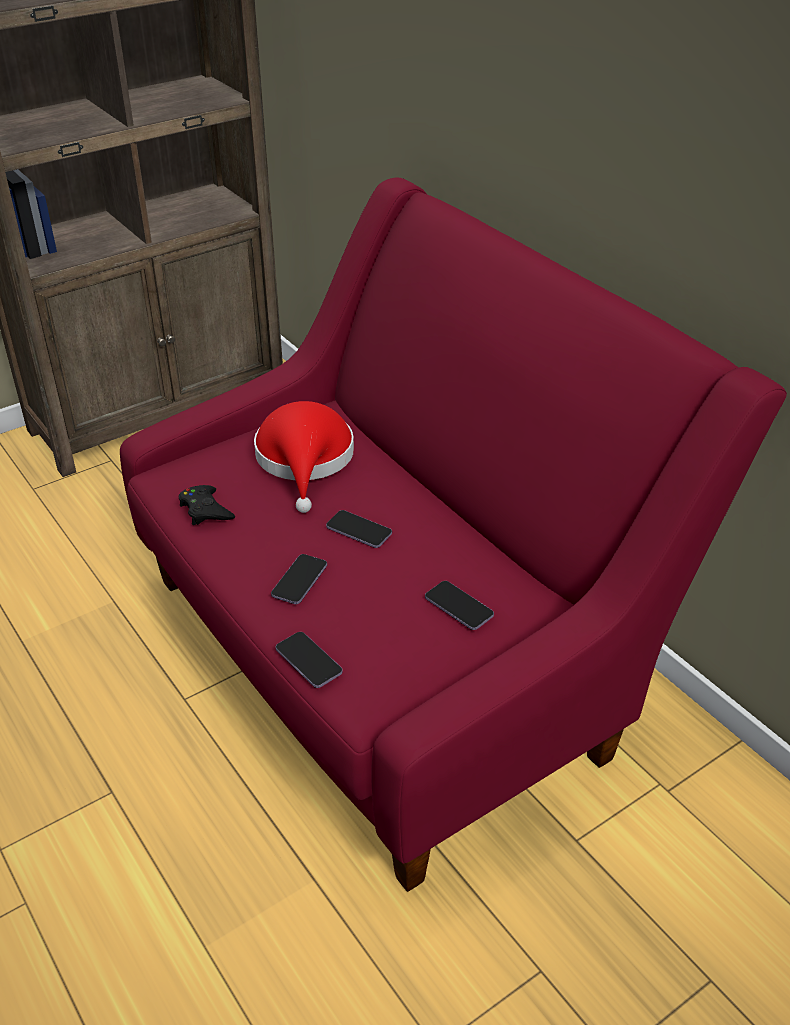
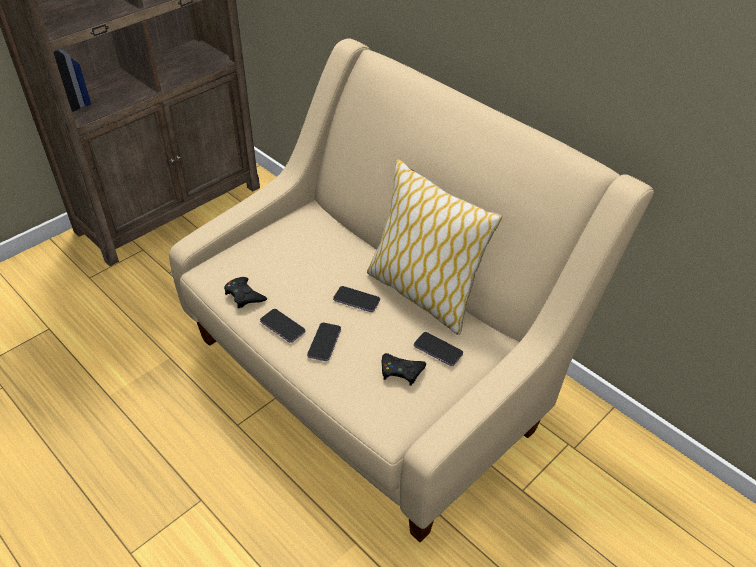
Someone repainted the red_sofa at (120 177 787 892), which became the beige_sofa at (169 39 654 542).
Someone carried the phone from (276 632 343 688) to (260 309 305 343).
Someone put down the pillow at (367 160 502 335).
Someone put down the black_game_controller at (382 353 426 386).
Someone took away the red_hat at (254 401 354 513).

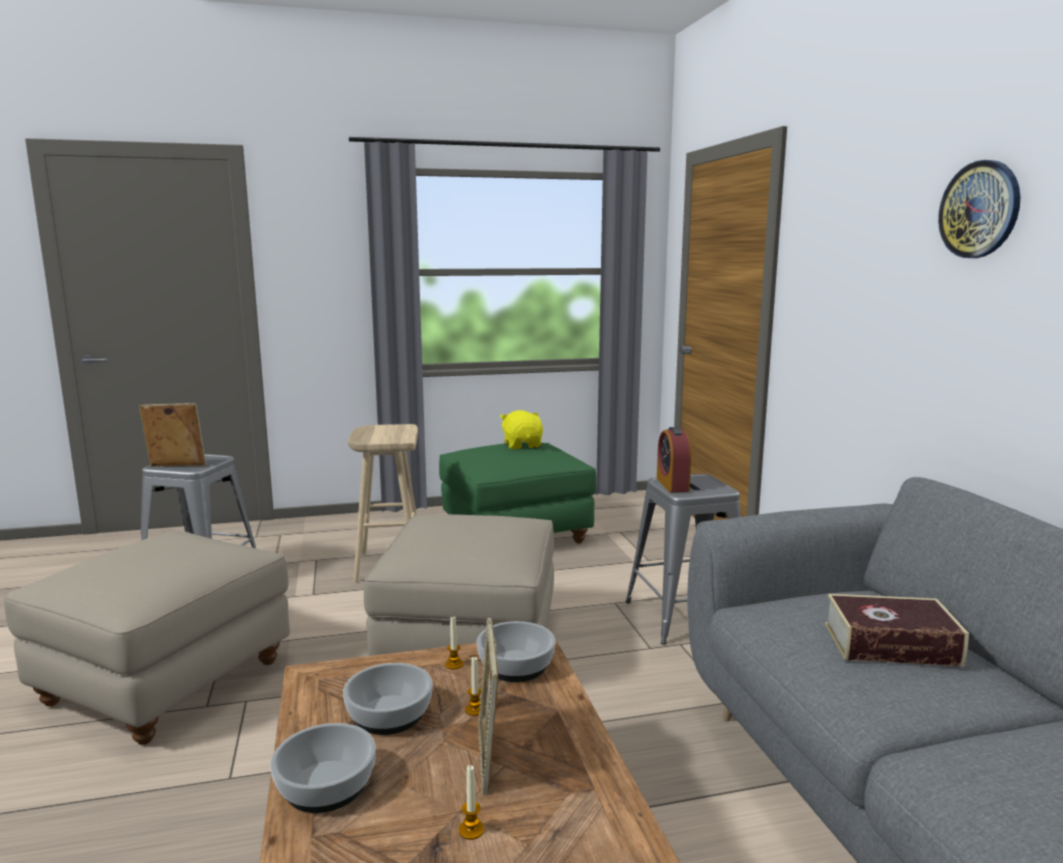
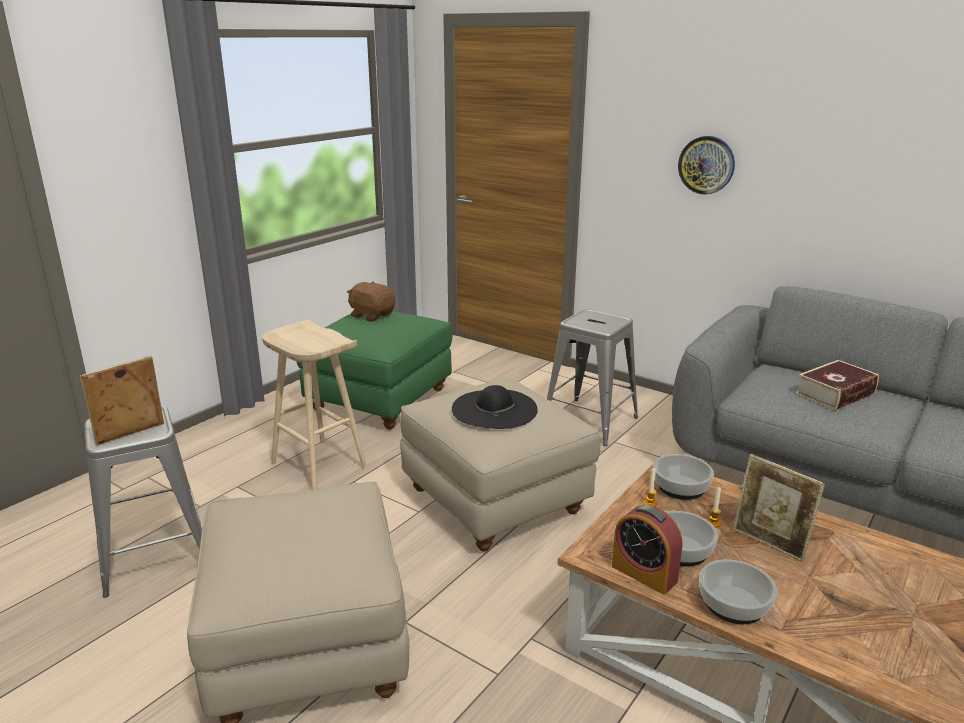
Someone repainted the yellow_plush_toy at (500 410 543 449), which became the brown_plush_toy at (347 281 395 322).
Someone put down the black_hat at (452 385 538 429).
Someone carried the alarm_clock from (657 427 691 492) to (612 505 682 594).
Someone carried the wall_clock from (938 160 1020 258) to (678 136 735 195).
Someone took away the candle at (459 765 484 840).

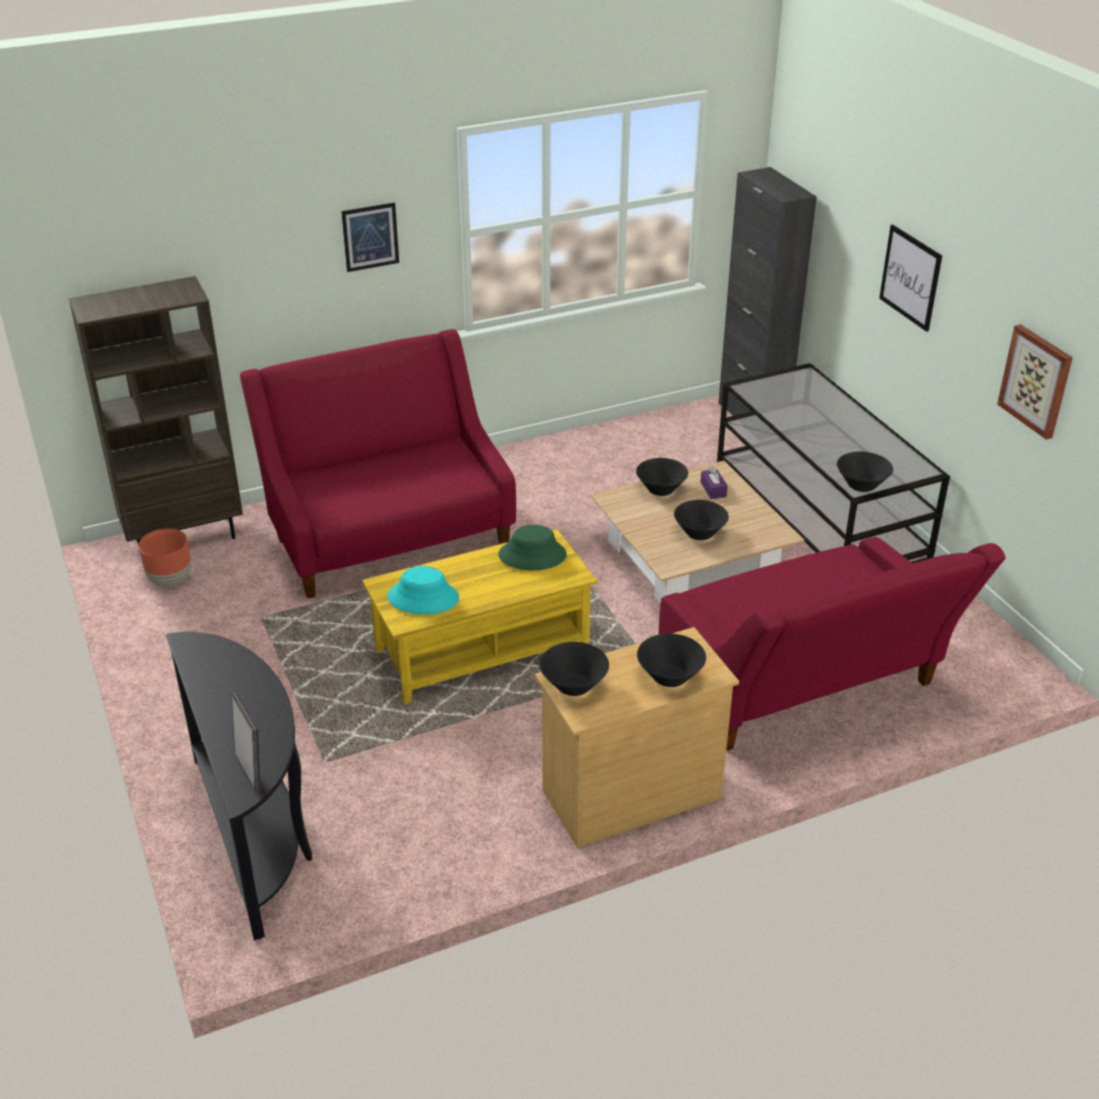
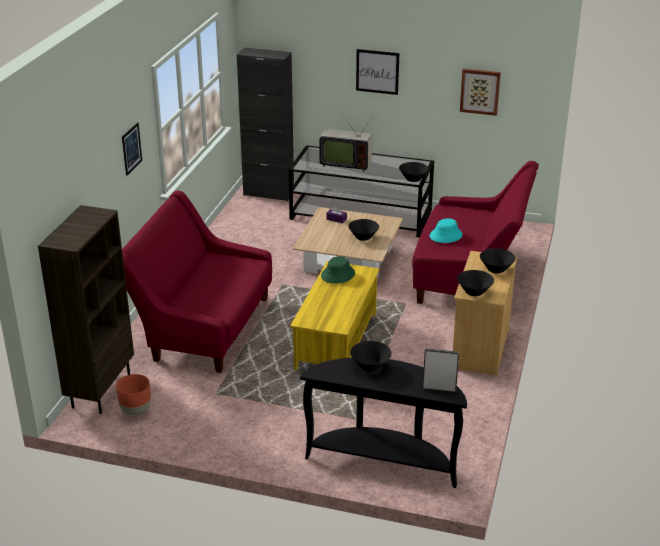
Someone put down the television at (319 115 373 172).
Someone carried the black_bowl from (636 458 688 496) to (350 341 392 372).
Someone carried the turquoise_hat from (388 566 459 614) to (430 218 463 243).

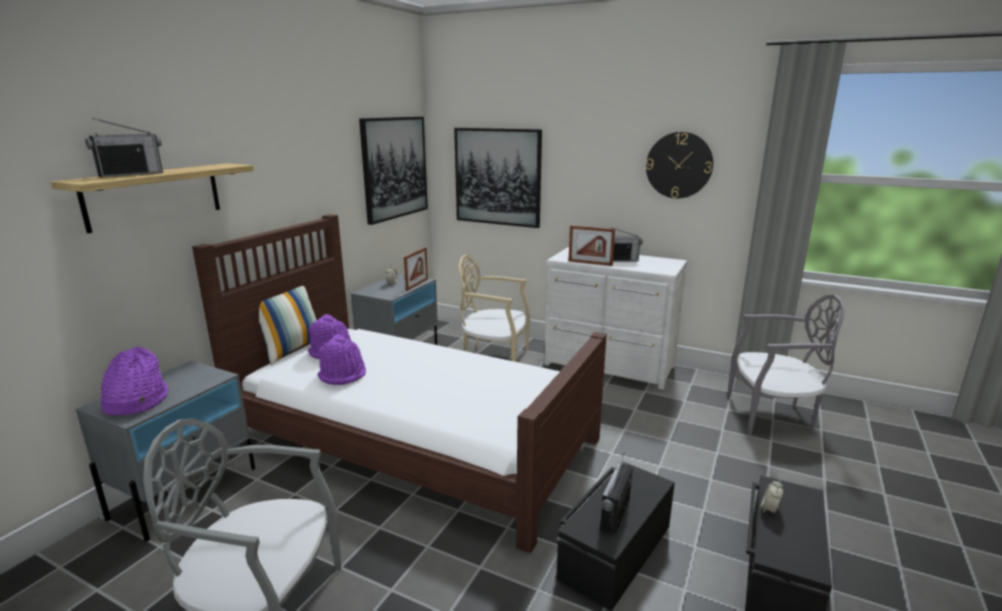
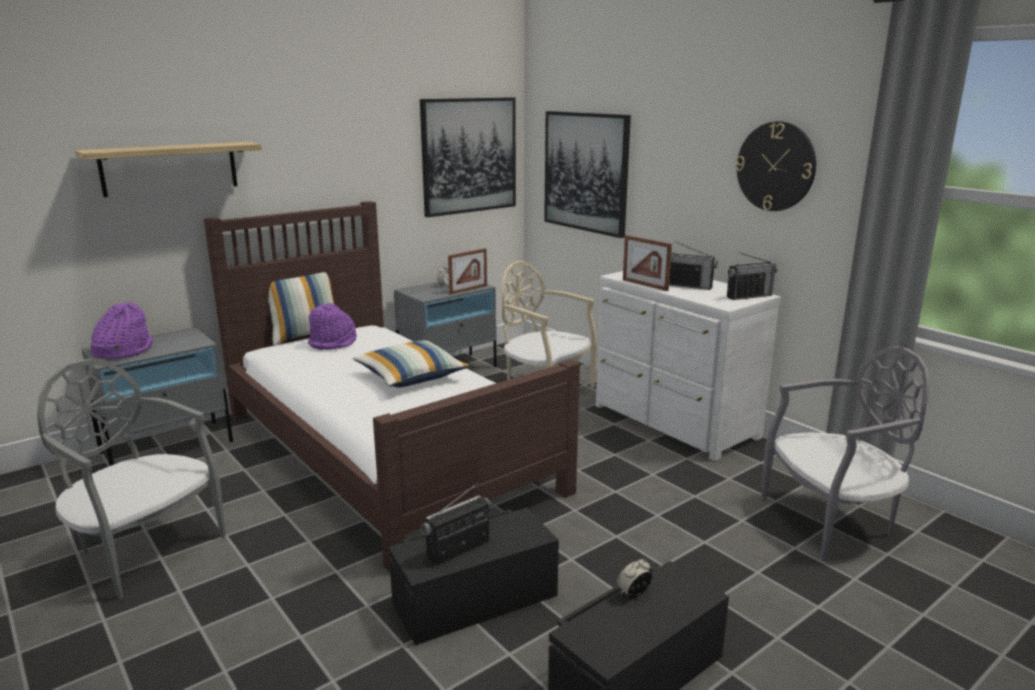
Someone put down the pillow at (352 340 470 387).
Someone carried the radio from (85 118 163 178) to (727 252 778 300).
Someone rotated the grey_chair at (727 294 845 435) by 45 degrees counterclockwise.
Someone took away the purple_hat at (318 334 366 385).

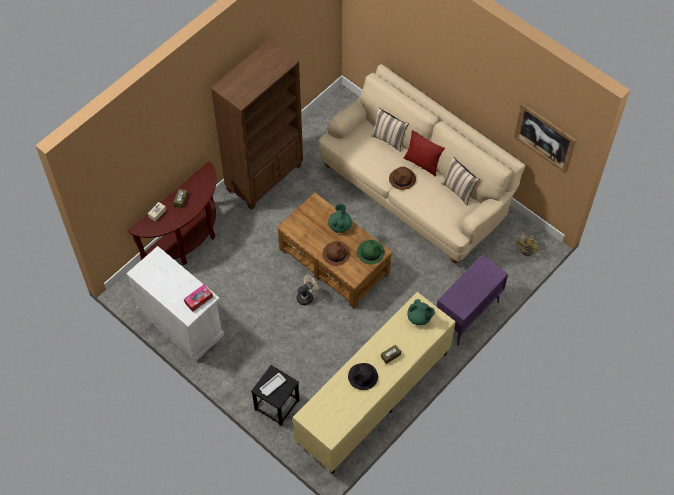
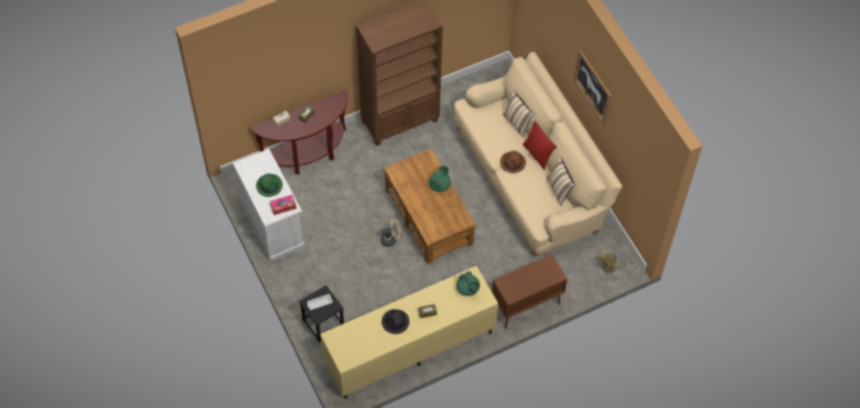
Someone carried the green_hat from (357 240 385 265) to (256 174 283 197).
Someone repainted the purple_cabinet at (437 255 508 346), which became the brown_cabinet at (492 254 567 329).
Someone carried the picture from (514 103 576 174) to (574 49 612 126).
Someone took away the brown_hat at (322 241 350 266).

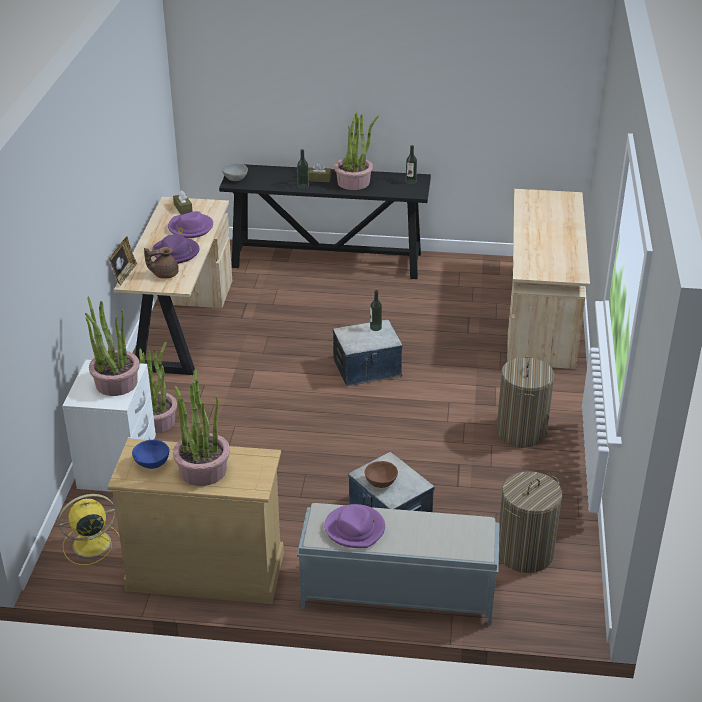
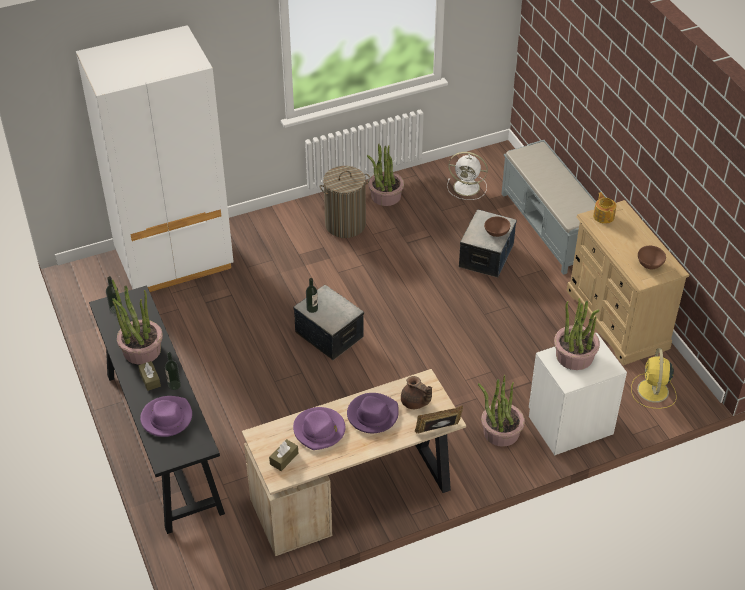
Someone swapped the beige_desk at (507 189 590 369) for the white_wardrobe at (76 25 234 292).
Someone carried the purple_hat from (324 504 385 548) to (140 396 192 437).
Someone carried the potted_plant from (173 369 230 486) to (367 144 404 206).
Someone swapped the laundry_basket at (499 471 562 573) for the white_fan at (447 152 488 200).
Someone put down the teapot at (593 192 616 224).
Someone rotated the yellow_fan at (58 494 120 565) by 60 degrees clockwise.
Someone repainted the blue_bowl at (132 440 170 469), which became the brown_bowl at (638 246 666 269).
Someone took away the grey_bowl at (222 163 248 181).

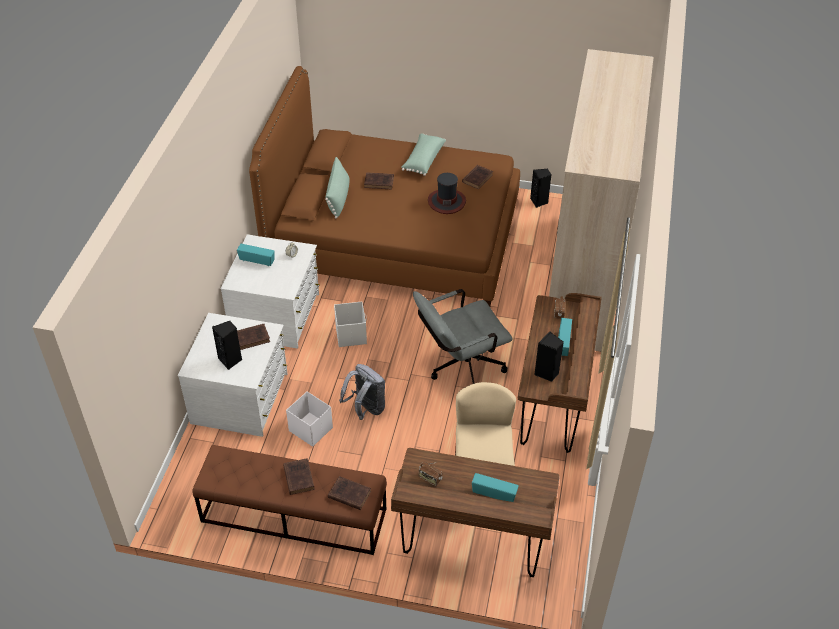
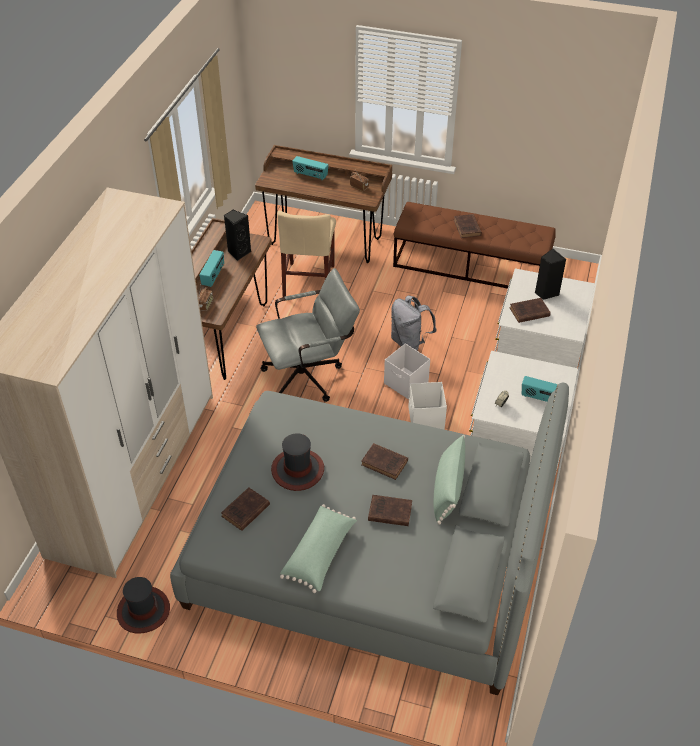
Someone swapped the black_speaker at (530 169 551 208) for the hat at (117 577 170 634).
Someone repainted the brown_bed at (249 66 520 306), which became the grey_bed at (170 383 569 695).
Someone carried the brown_book from (328 476 371 510) to (361 443 408 480).
Someone carried the white_storage_box from (286 392 333 447) to (384 343 430 399).

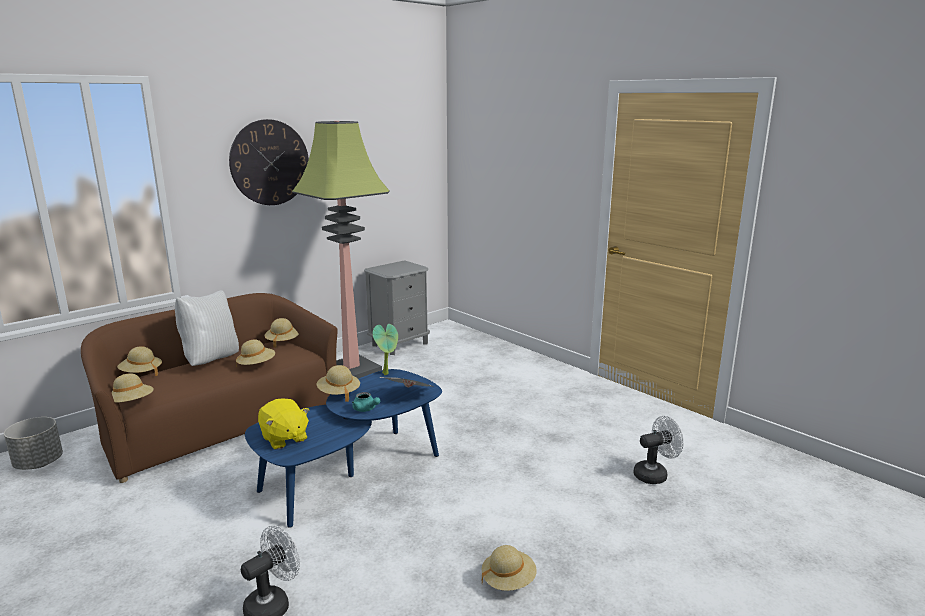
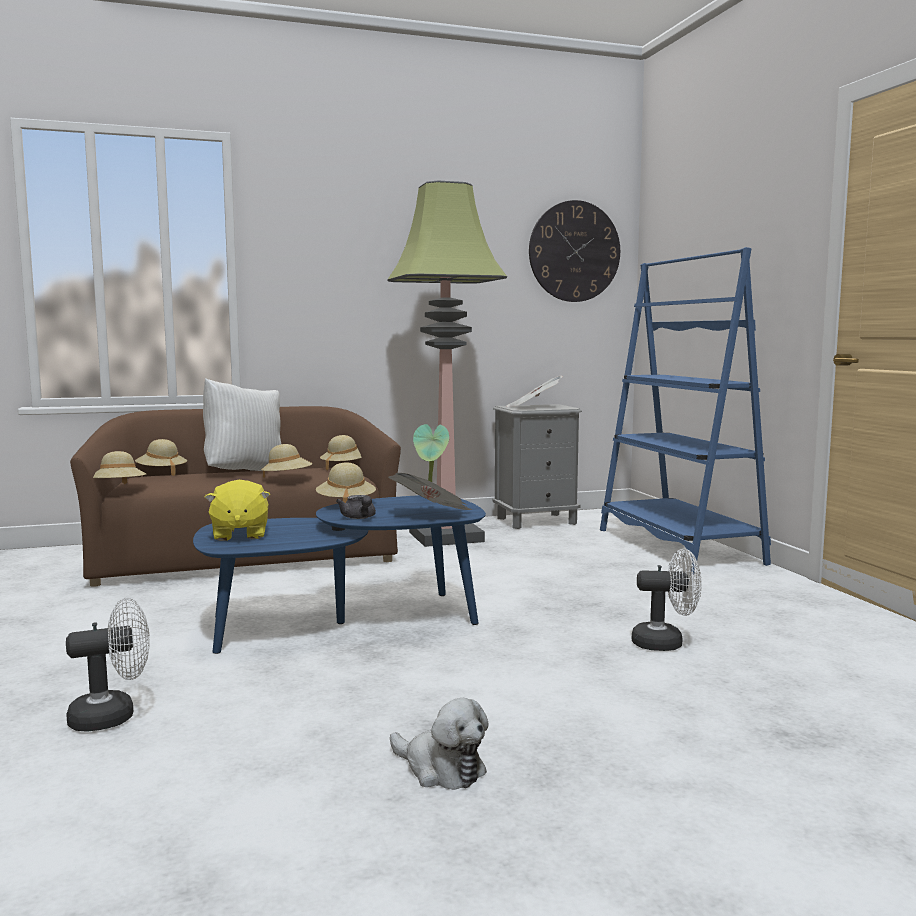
Someone repainted the turquoise_teapot at (352 392 380 412), which became the grey_teapot at (336 495 376 519).
Someone swapped the beige_hat at (482 545 537 591) for the plush_toy at (390 698 489 790).
Someone put down the newspaper at (506 376 563 407).
Someone carried the wall_clock from (229 119 309 205) to (529 200 620 302).
Someone put down the blue_bookcase at (600 247 771 572).
Someone carried the white_fan from (633 416 684 484) to (632 549 702 651).
Someone took away the grey_planter at (4 417 63 470).

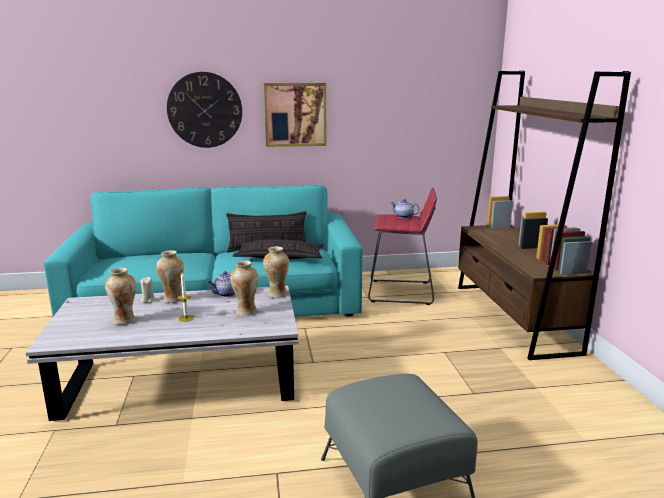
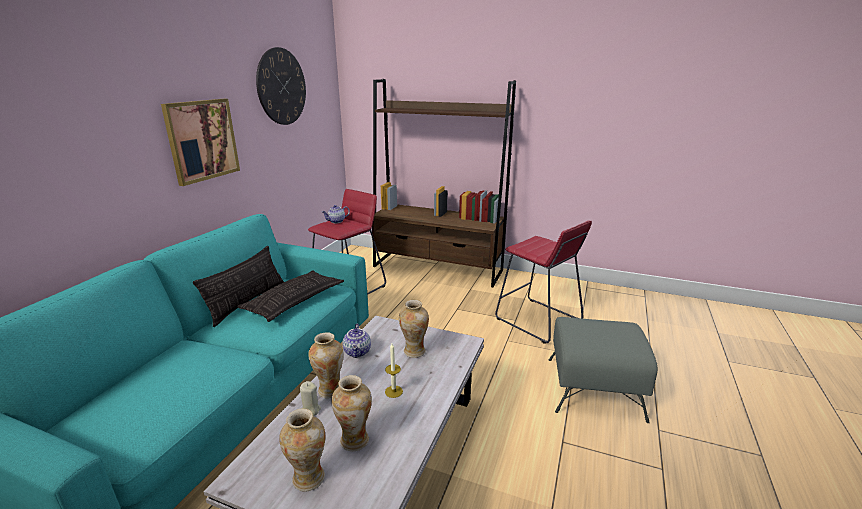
Someone carried the wall_clock from (167 72 242 148) to (256 47 306 125).
Someone carried the vase from (263 246 289 298) to (279 409 325 492).
Someone put down the red_stool at (495 220 592 344).

